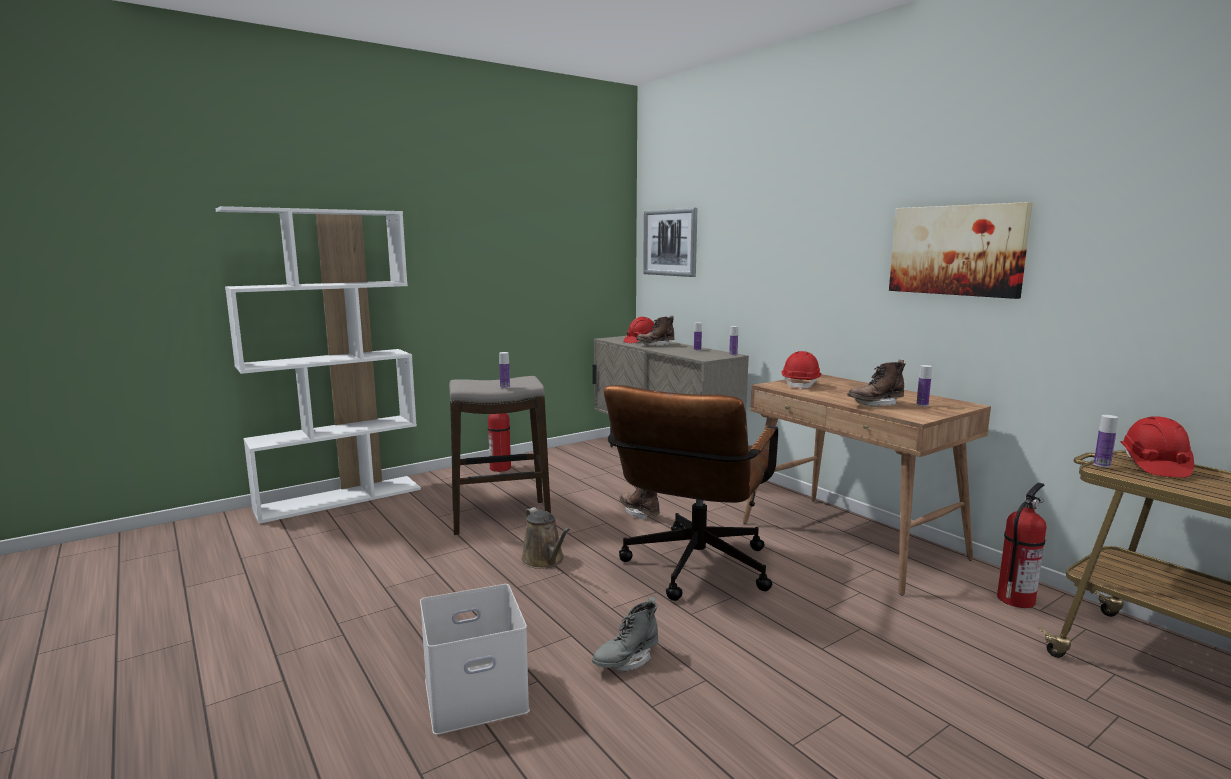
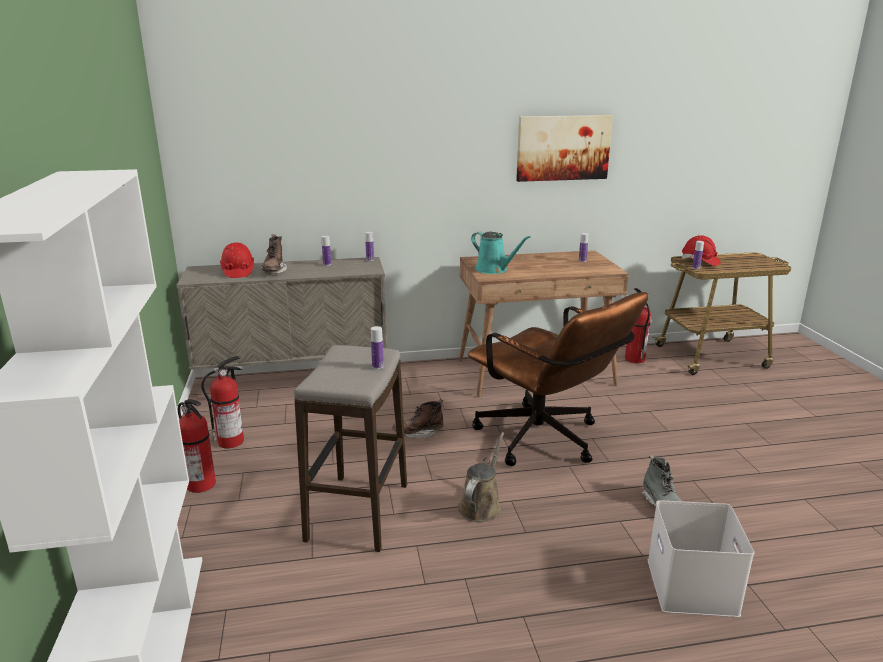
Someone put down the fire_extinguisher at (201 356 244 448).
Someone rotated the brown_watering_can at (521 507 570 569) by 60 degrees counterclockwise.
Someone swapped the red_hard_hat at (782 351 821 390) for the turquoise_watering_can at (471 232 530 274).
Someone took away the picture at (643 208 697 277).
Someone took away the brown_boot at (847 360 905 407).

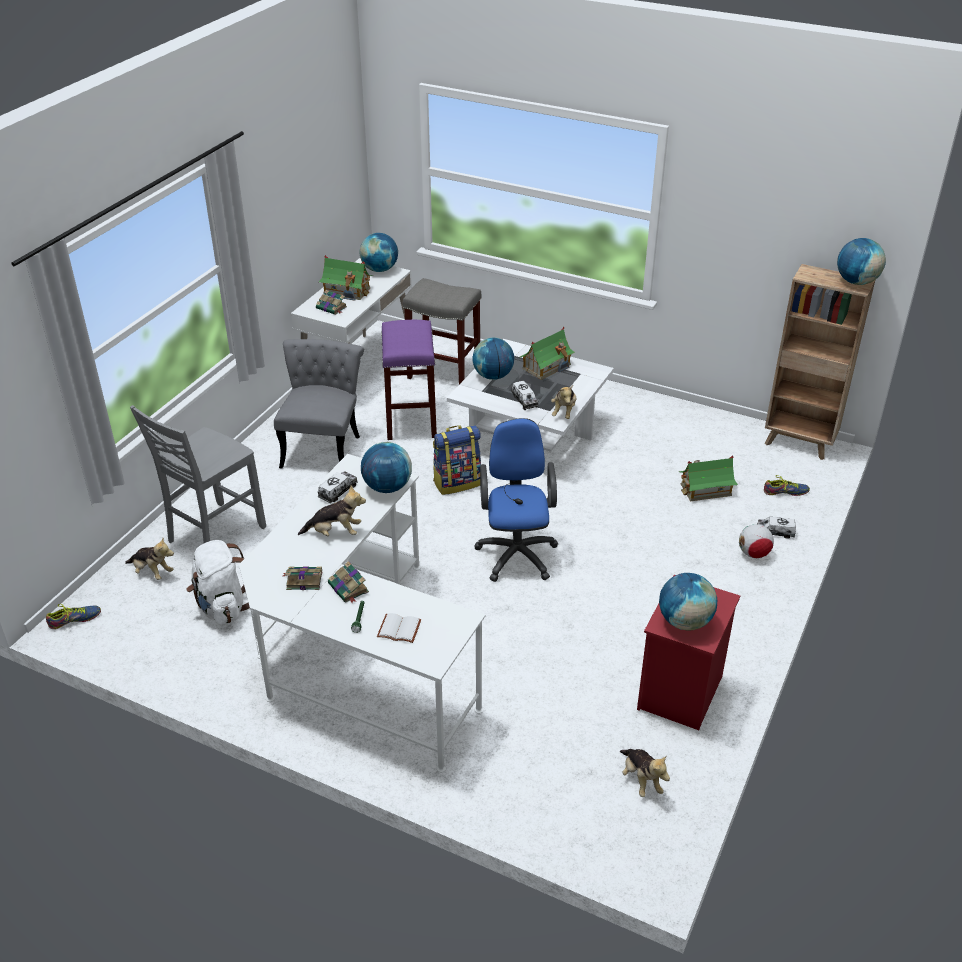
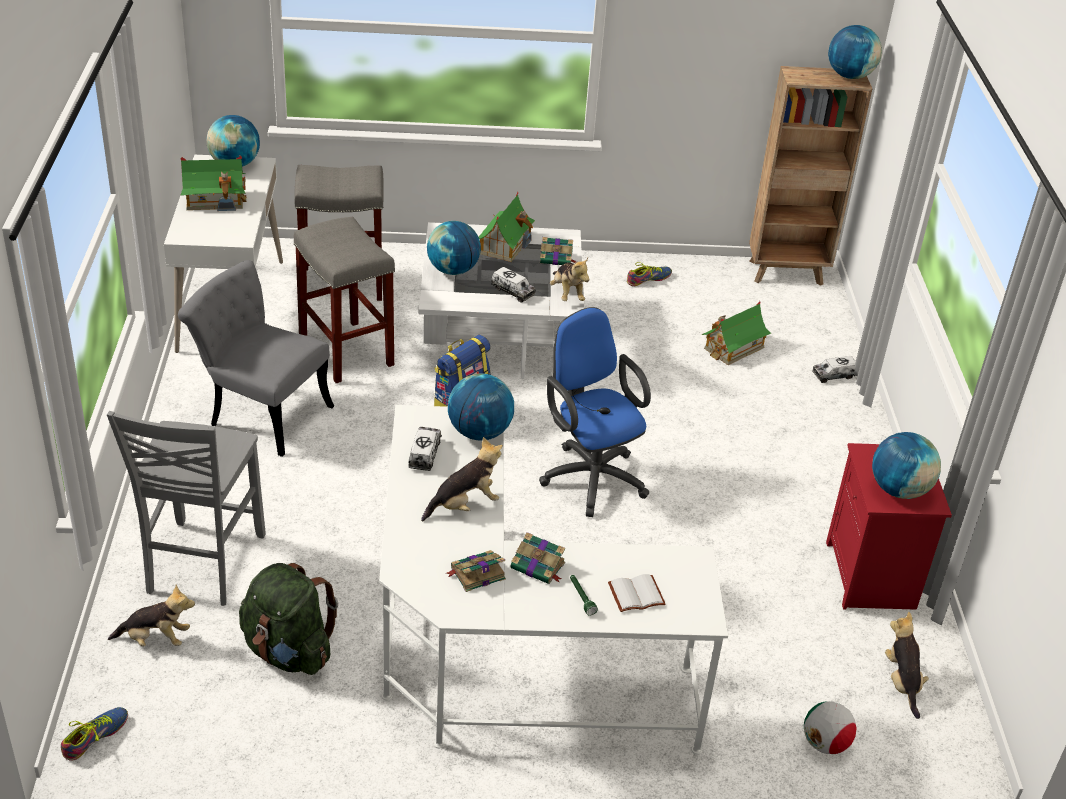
Someone rotated the grey_chair at (274 339 364 469) by 45 degrees counterclockwise.
Someone repainted the white_backpack at (186 540 250 625), which became the green_backpack at (239 563 338 675).
Someone repainted the purple_stool at (381 320 437 440), which became the grey_stool at (293 217 395 383).
Someone carried the book from (316 290 347 315) to (540 237 576 265).
Someone carried the shoe from (764 475 810 496) to (627 262 672 286).
Someone carried the football from (739 524 774 558) to (804 702 857 754).
Someone rotated the plush_toy at (620 749 670 797) by 135 degrees counterclockwise.

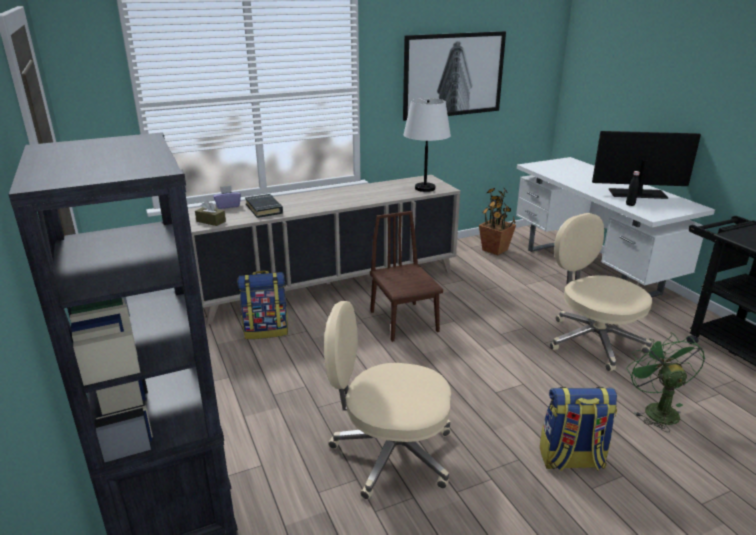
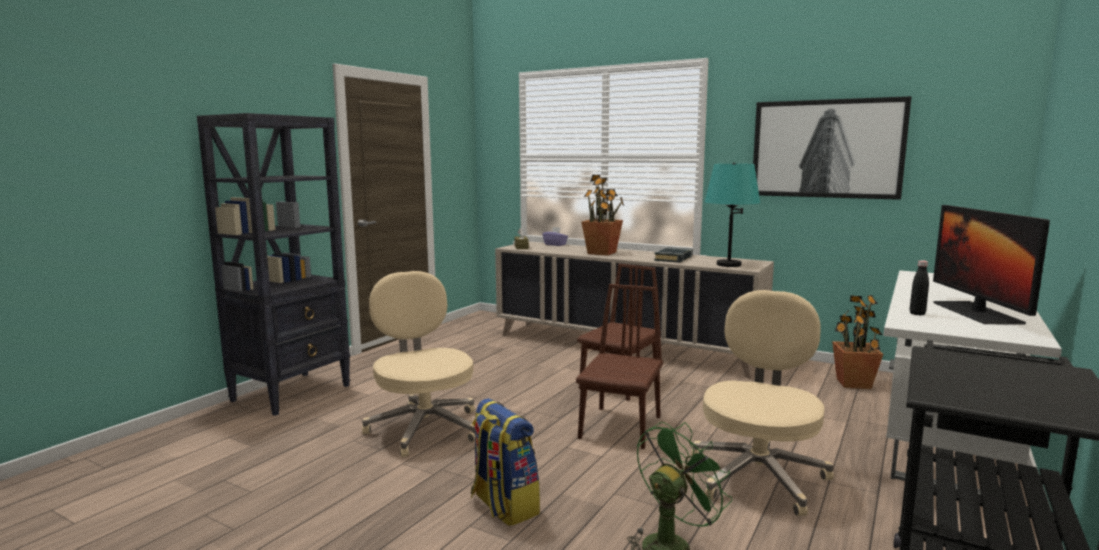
Someone put down the brown_chair at (576 284 663 449).
Someone put down the potted_plant at (581 175 624 256).
Someone carried the black_book from (245 194 283 218) to (654 247 693 263).
Someone repainted the white_table_lamp at (403 98 451 192), which became the turquoise_table_lamp at (705 163 760 267).
Someone rotated the monitor at (592 131 701 199) by 150 degrees counterclockwise.
Someone took away the backpack at (237 271 288 339).

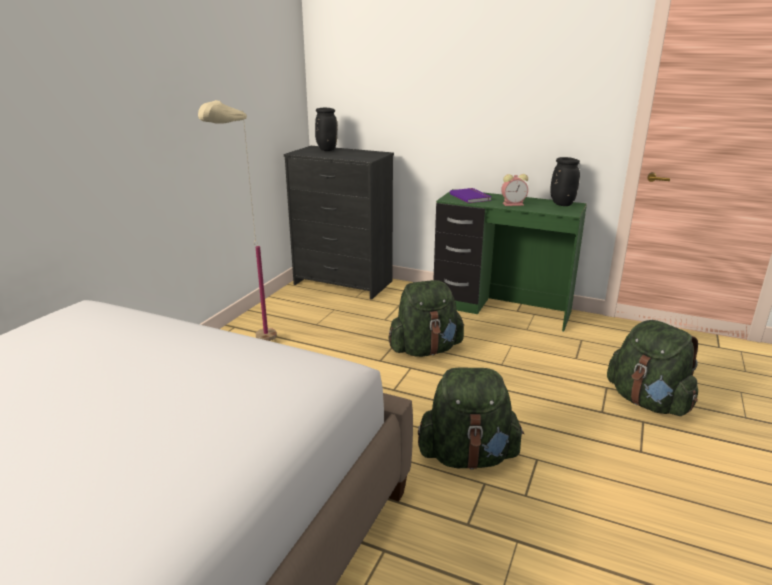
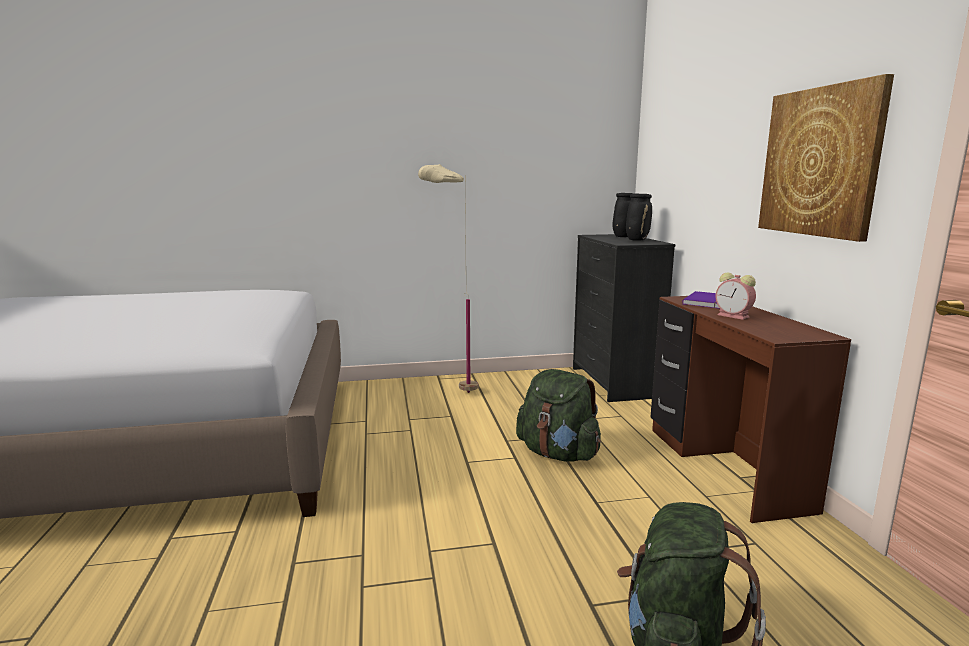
Someone carried the black_vase from (550 157 580 206) to (626 194 652 241).
Someone repainted the green_desk at (433 189 587 332), which became the brown_desk at (651 296 851 523).
Someone put up the picture at (758 74 894 242).
Someone took away the green_backpack at (418 368 524 469).

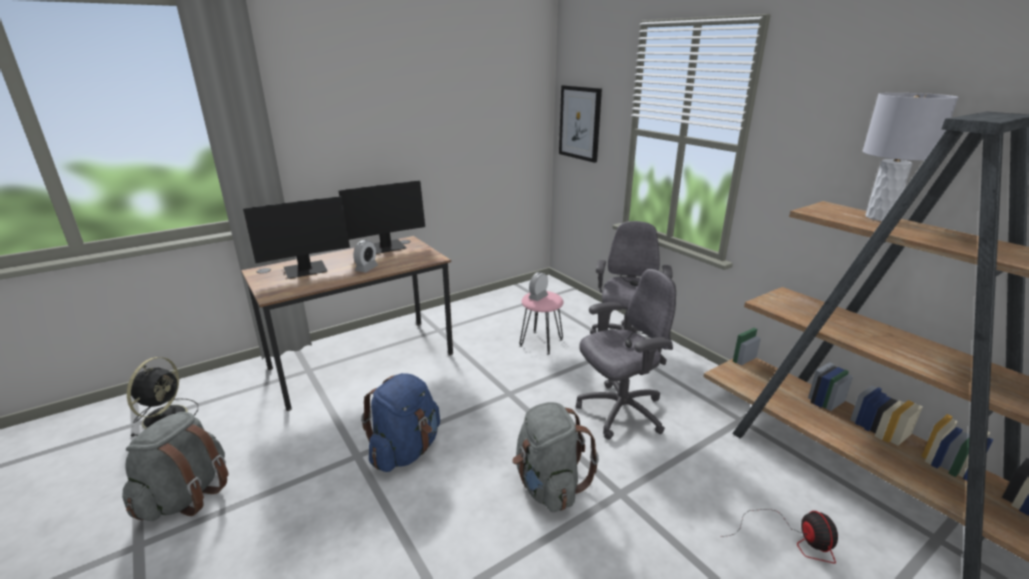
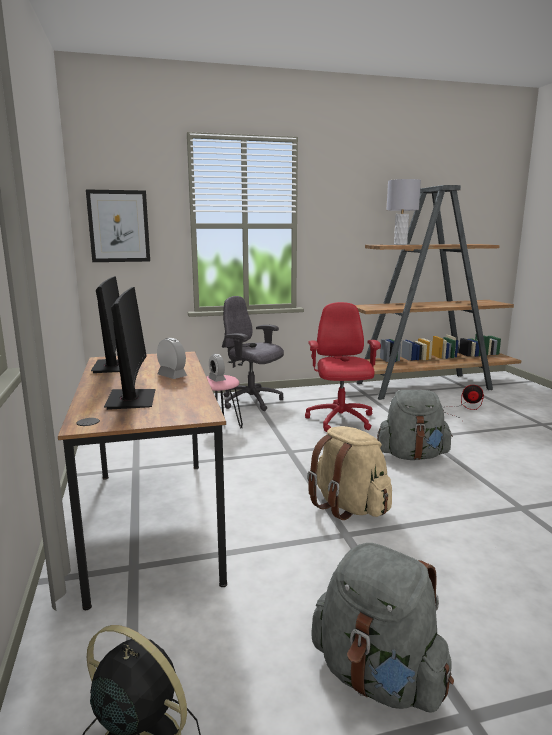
Someone repainted the grey_office_chair at (576 269 676 440), which became the red_office_chair at (305 302 381 432).
Someone repainted the blue_backpack at (361 373 440 472), which became the beige_backpack at (307 426 392 520).

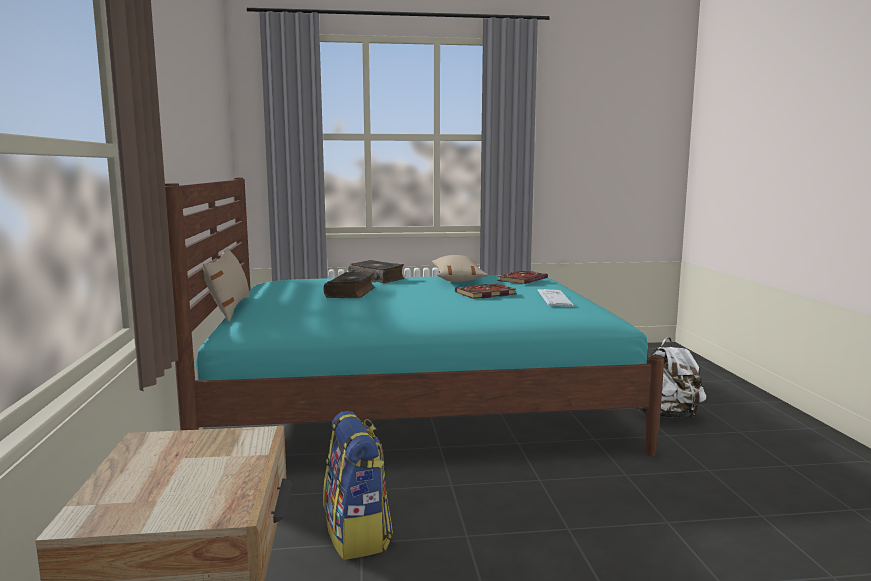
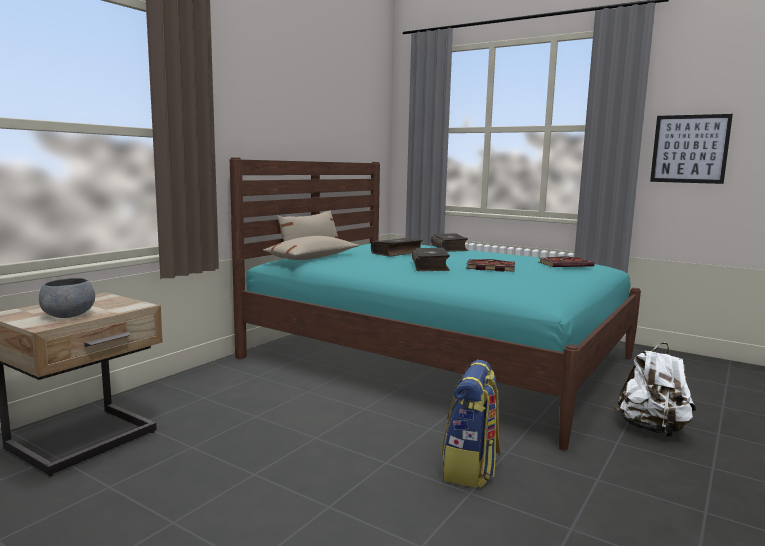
Someone put down the grey_bowl at (39 278 95 318).
Someone carried the beige_pillow from (432 255 488 282) to (263 236 359 260).
Someone put down the book at (412 248 450 271).
Someone carried the backpack from (323 411 393 560) to (441 360 500 488).
Someone put up the picture at (650 114 733 184).
Someone took away the keyboard at (538 289 574 307).

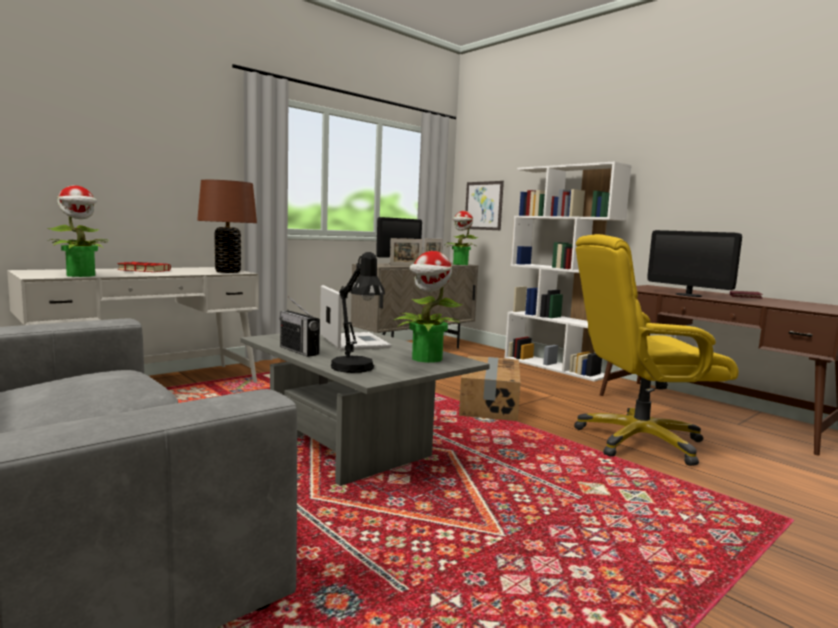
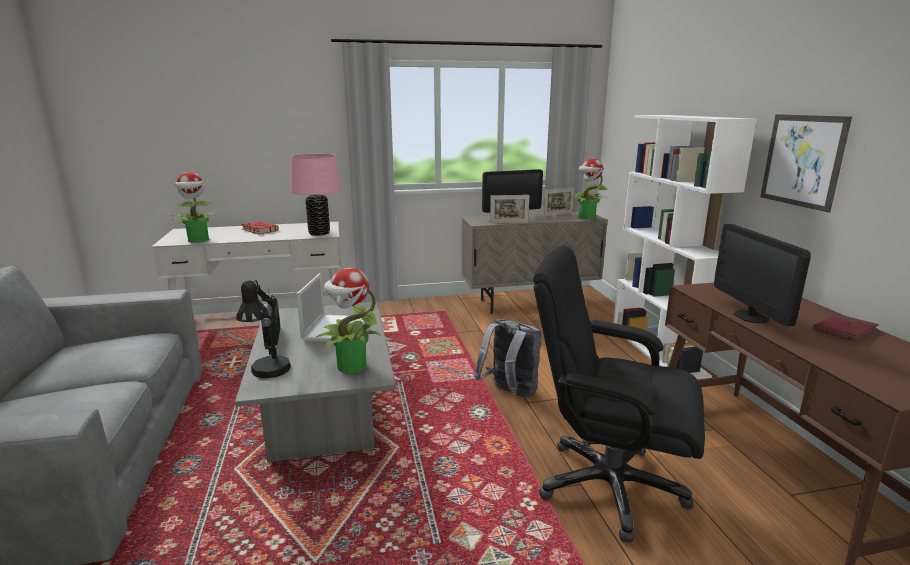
Someone repainted the brown_table_lamp at (197 180 257 273), which became the pink_table_lamp at (290 154 341 236).
Someone swapped the cardboard_box at (459 356 521 422) for the grey_backpack at (474 319 542 398).
Someone repainted the yellow_office_chair at (574 234 739 466), which became the black_office_chair at (533 245 705 542).
Someone carried the picture from (465 181 504 230) to (760 114 852 213).

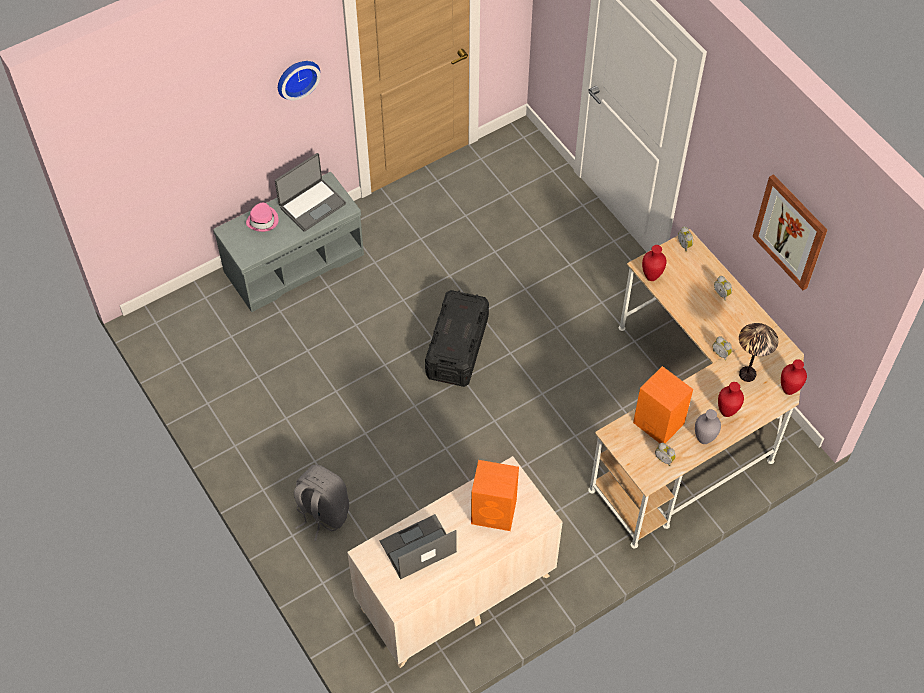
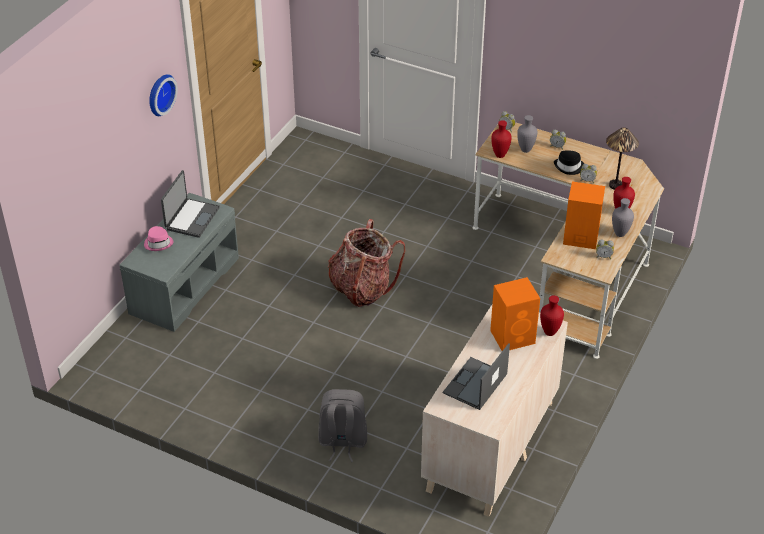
Someone swapped the black_storage_box at (425 290 489 387) for the backpack at (328 219 405 307).
Someone put down the grey_vase at (517 115 537 153).
Someone carried the red_vase from (781 359 807 395) to (540 295 564 336).
Someone put down the black_hat at (554 151 584 175).
Someone took away the picture at (752 174 827 290).

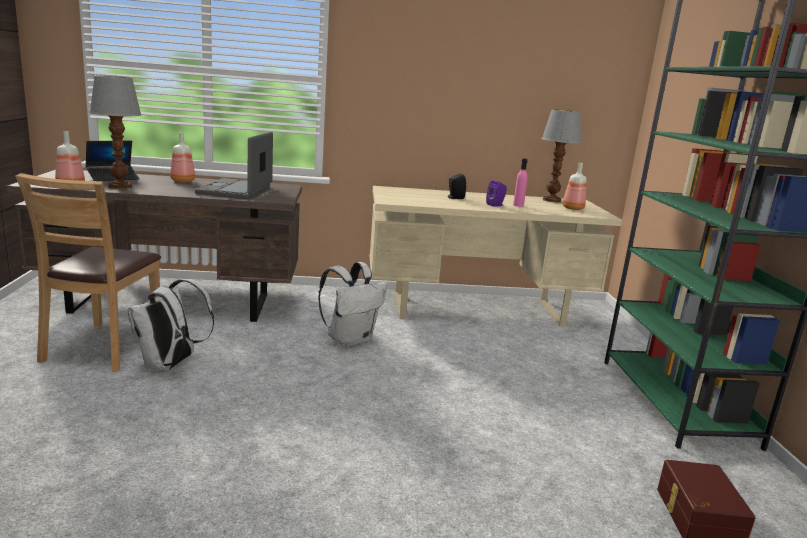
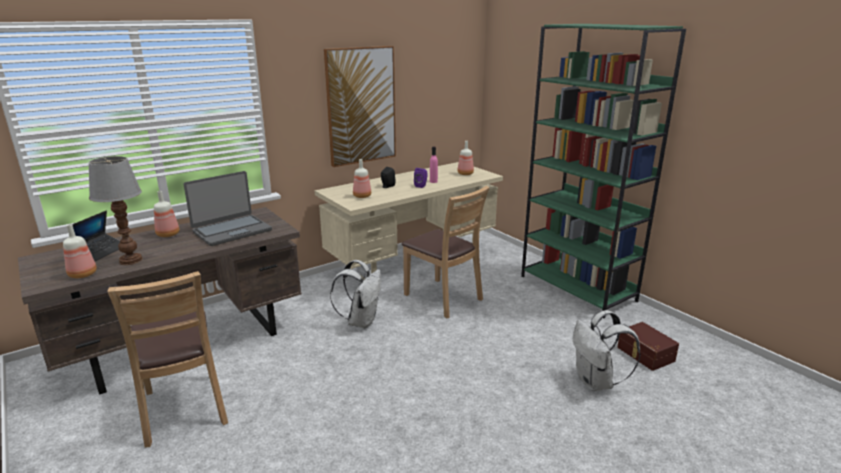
Someone rotated the laptop at (195 132 273 199) by 105 degrees counterclockwise.
Someone put up the picture at (324 46 396 167).
Someone put down the bottle at (353 159 371 198).
Someone put down the brown_chair at (402 186 490 319).
Someone carried the white_backpack from (127 279 214 371) to (573 310 641 391).
Someone took away the table_lamp at (541 109 581 203).

